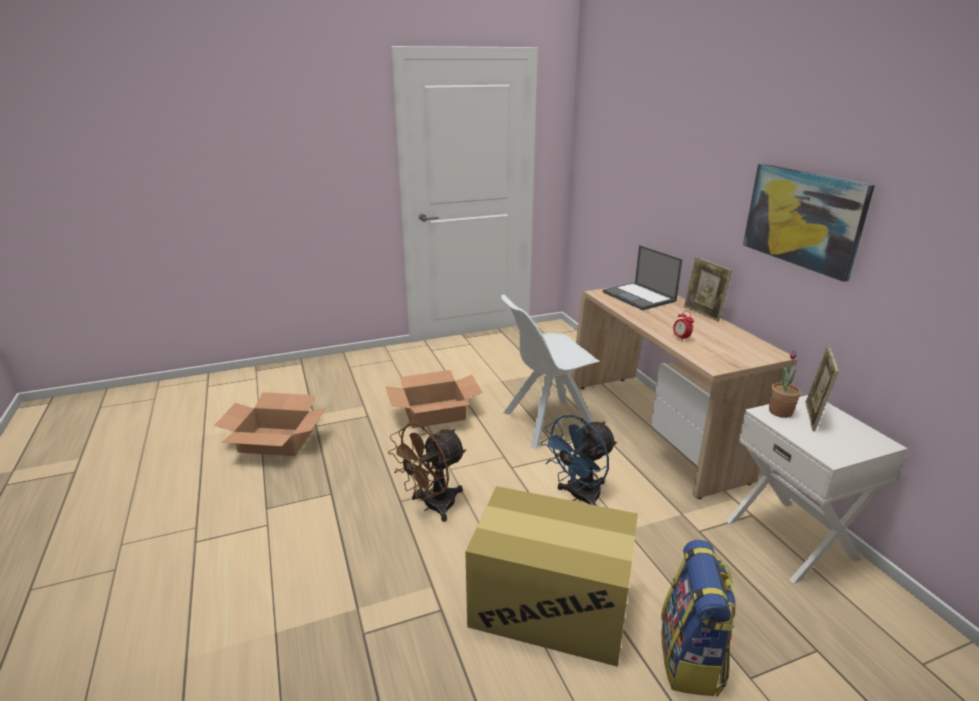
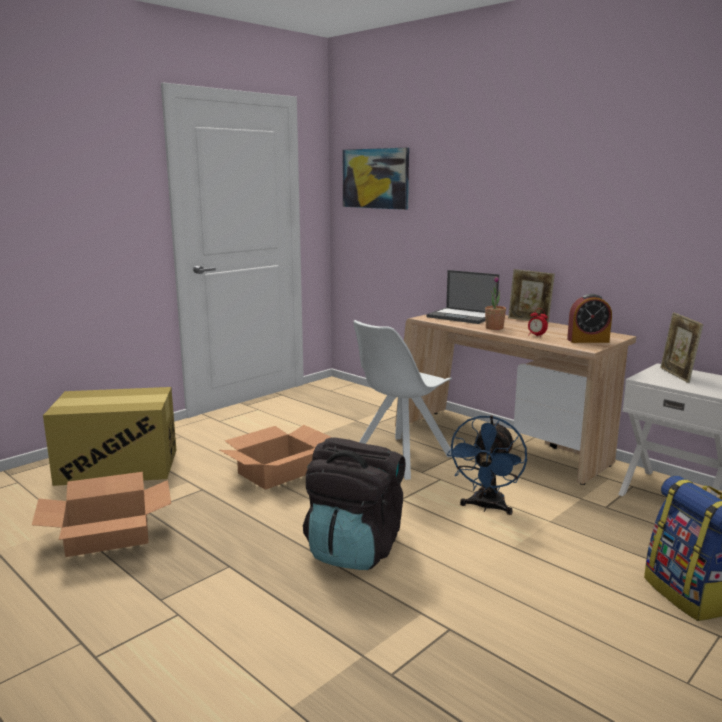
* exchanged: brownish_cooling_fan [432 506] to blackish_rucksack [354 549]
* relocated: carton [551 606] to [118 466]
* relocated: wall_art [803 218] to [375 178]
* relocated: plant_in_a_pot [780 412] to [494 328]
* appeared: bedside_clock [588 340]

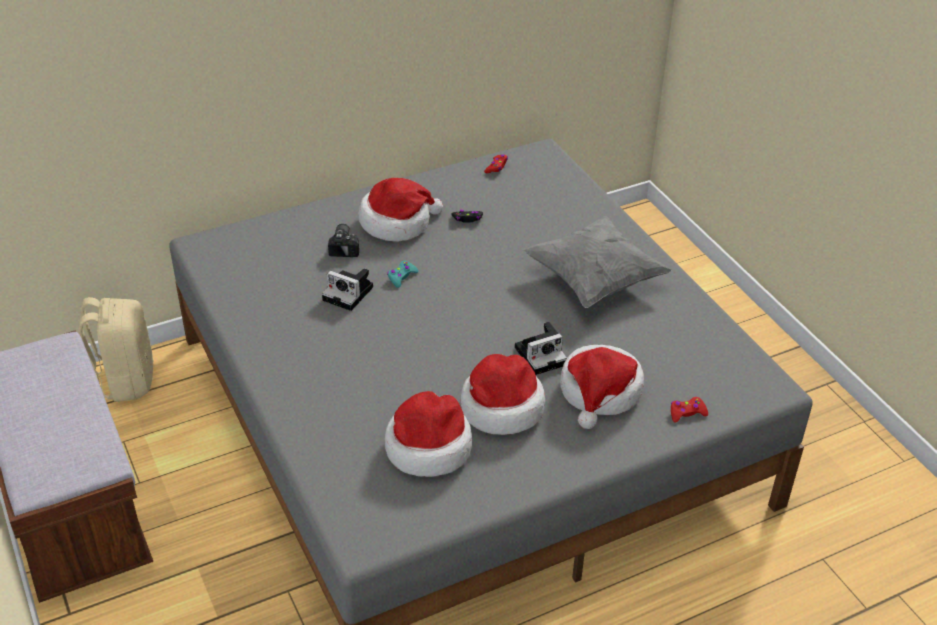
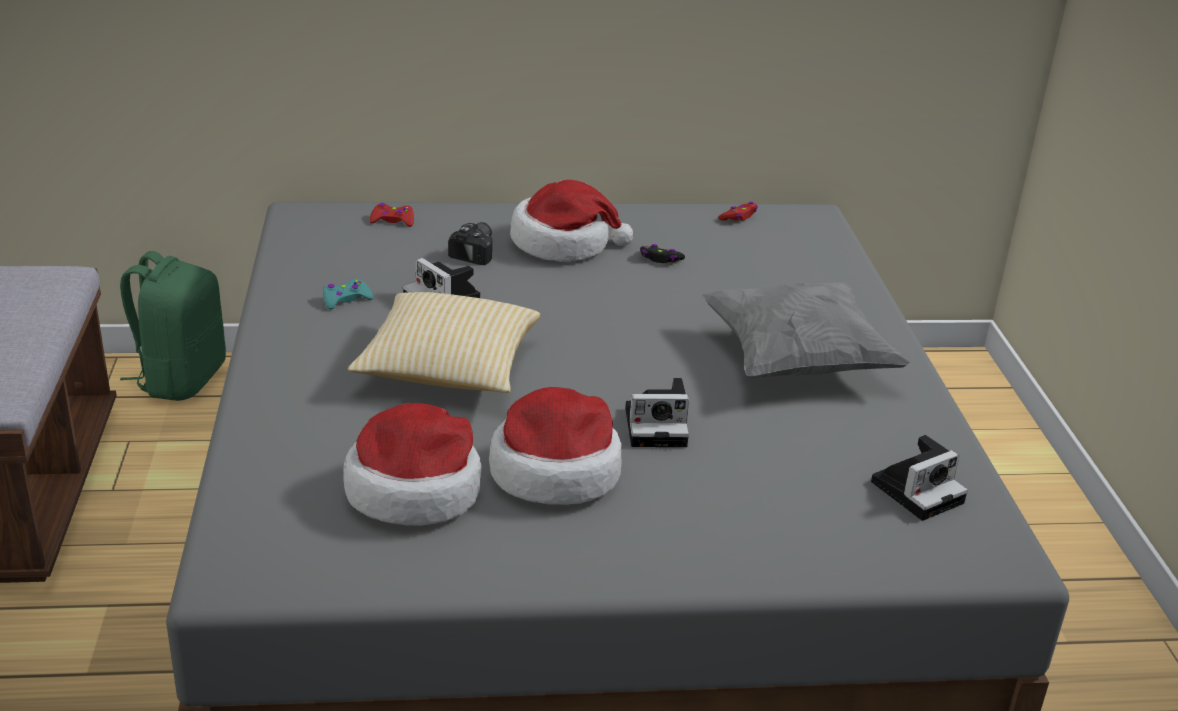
* colour: beige_rucksack [125 380] to greenish_rucksack [180 379]
* relocated: blue-green_joypad [401 277] to [346 300]
* missing: hat [600 392]
* relocated: reddish_joypad [687 413] to [393 221]
* appeared: throw_pillow [448 369]
* appeared: still_camera [918 490]

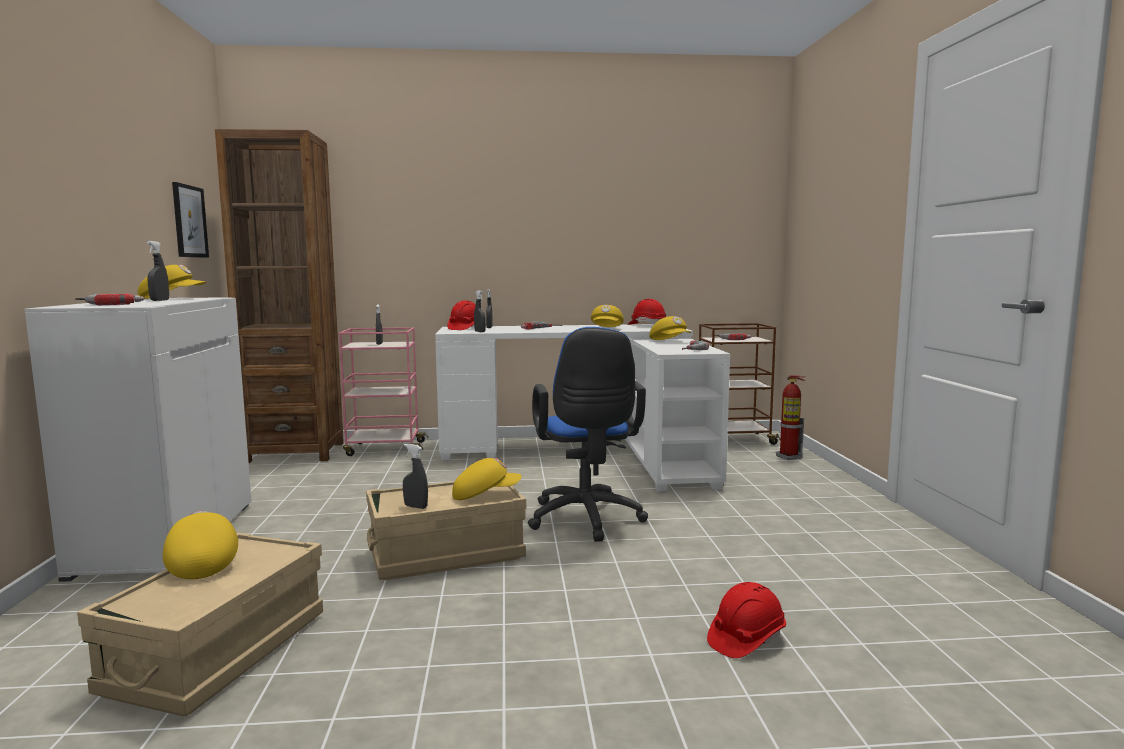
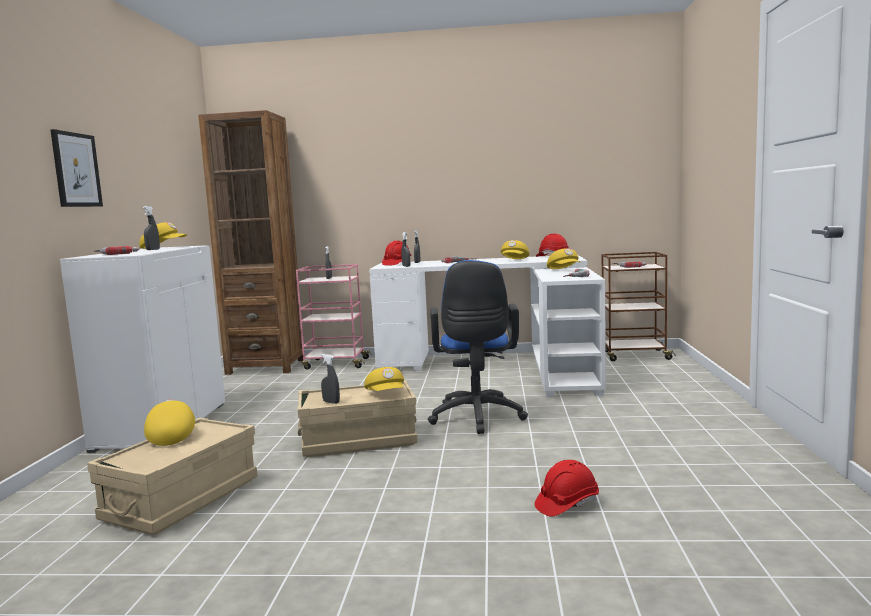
* relocated: wall_art [189 221] to [76 170]
* spun: yellowish_baseball_cap [485 495] = [386 394] 75 degrees clockwise
* missing: fire-fighting_cylinder [789 457]

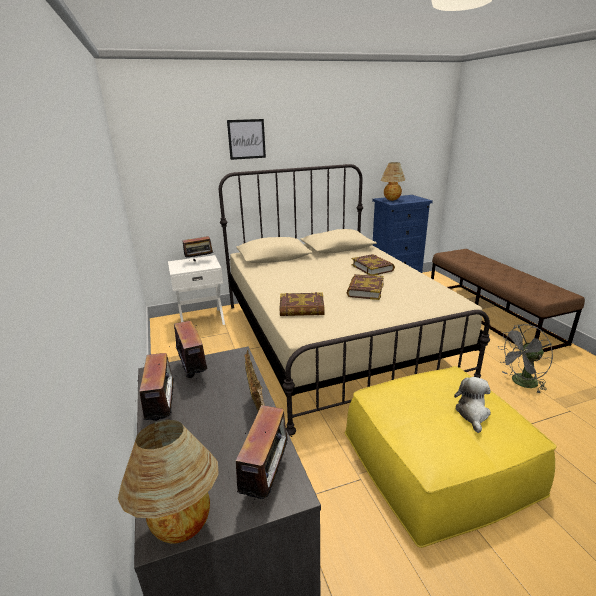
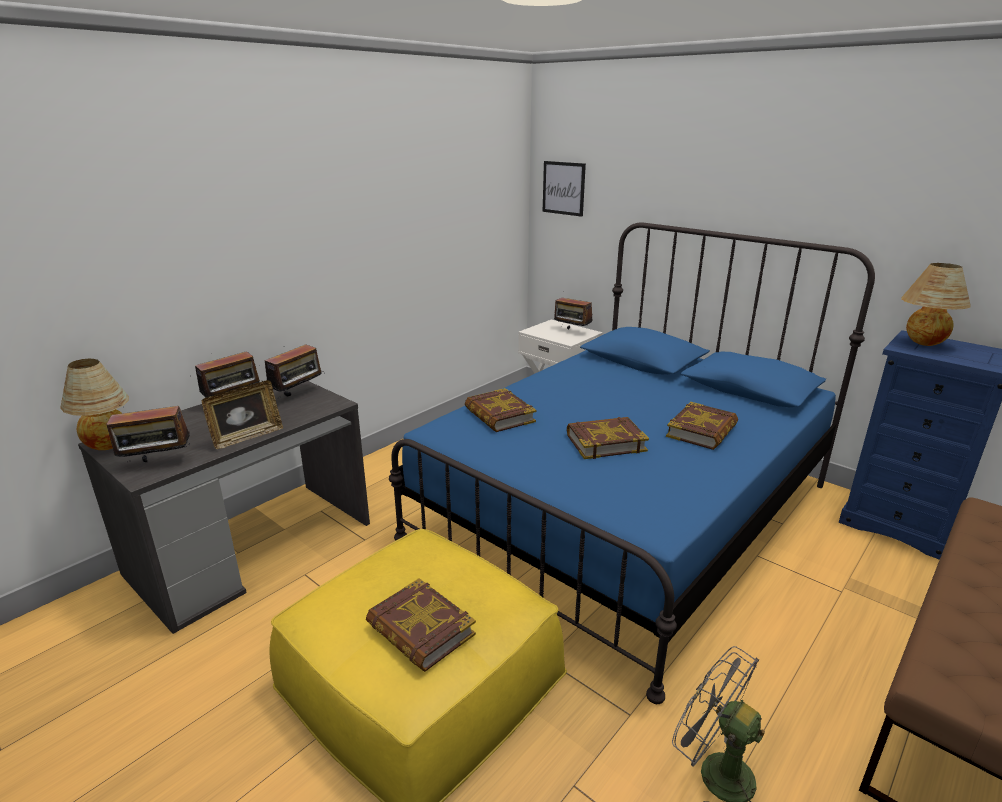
* colour: beige_sleeping_bed [333 338] to bluish_sleeping_bed [624 511]
* relocated: wall_art [246 139] to [563 188]
* exchanged: plush_toy [472 413] to volume [420 630]

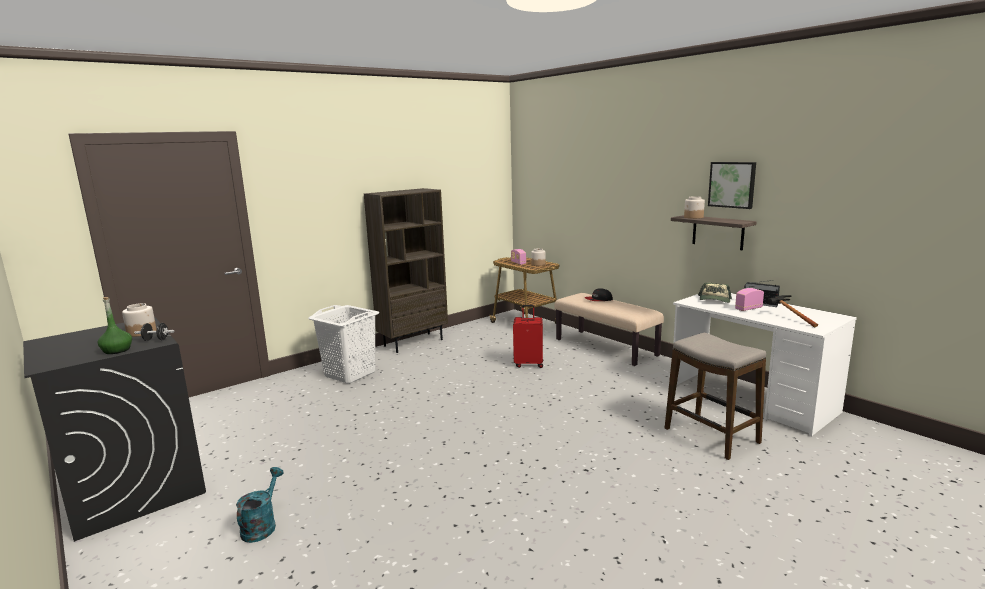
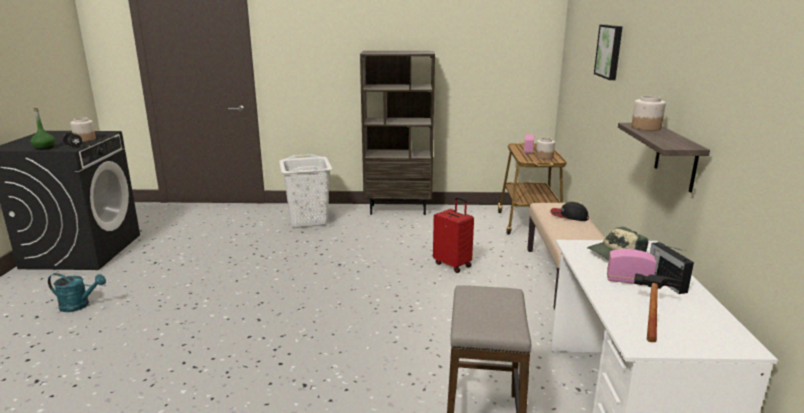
* spun: blue-green_watering_can [262 526] = [79 305] 45 degrees clockwise
* relocated: wall_art [732 184] to [610 51]

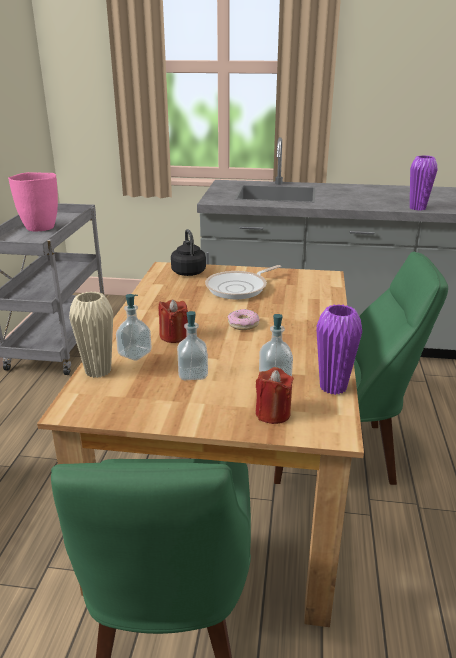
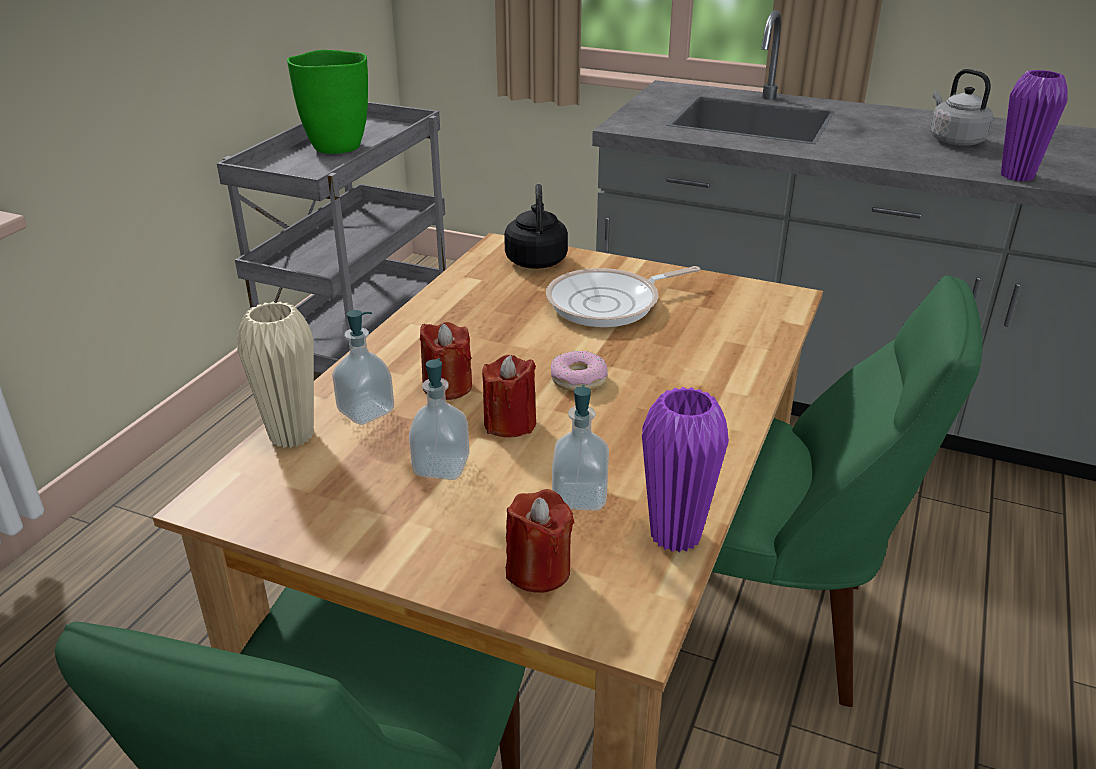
* colour: pink-coloured_flower_vase [40 228] to greenish_flower_vase [337 147]
* appeared: reddish_wax_candle [510 423]
* appeared: gray_kettle [954 140]

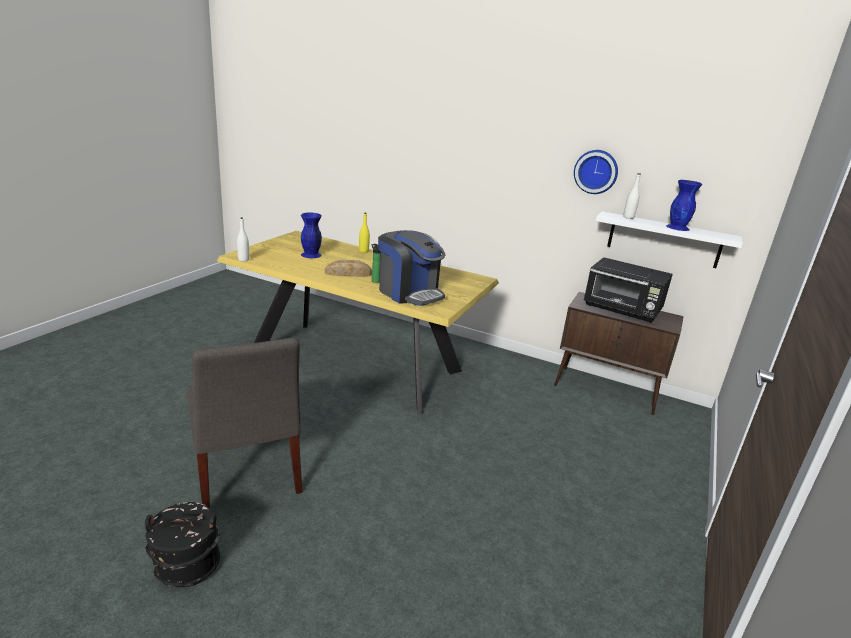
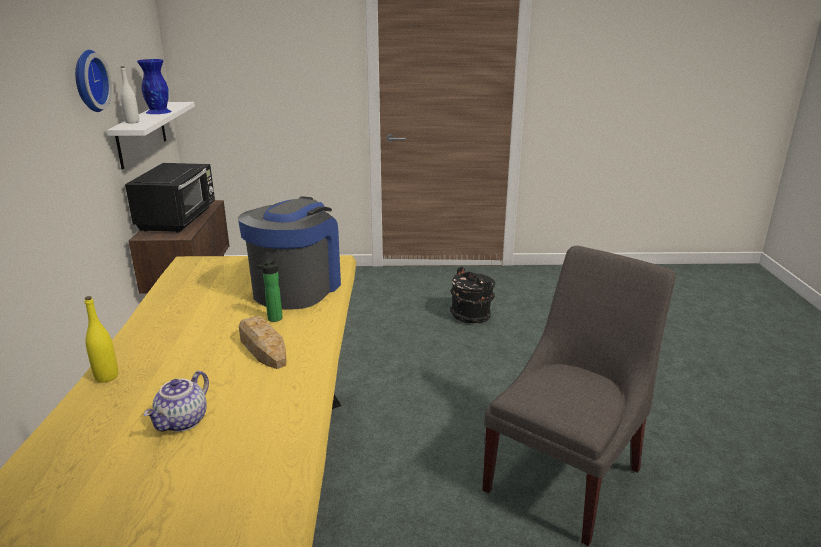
* relocated: blackish_pail [187 567] to [471 315]
* missing: white-coloured_bottle [243 259]
* exchanged: bluish_flower_vase [310 255] to teapot [183 422]

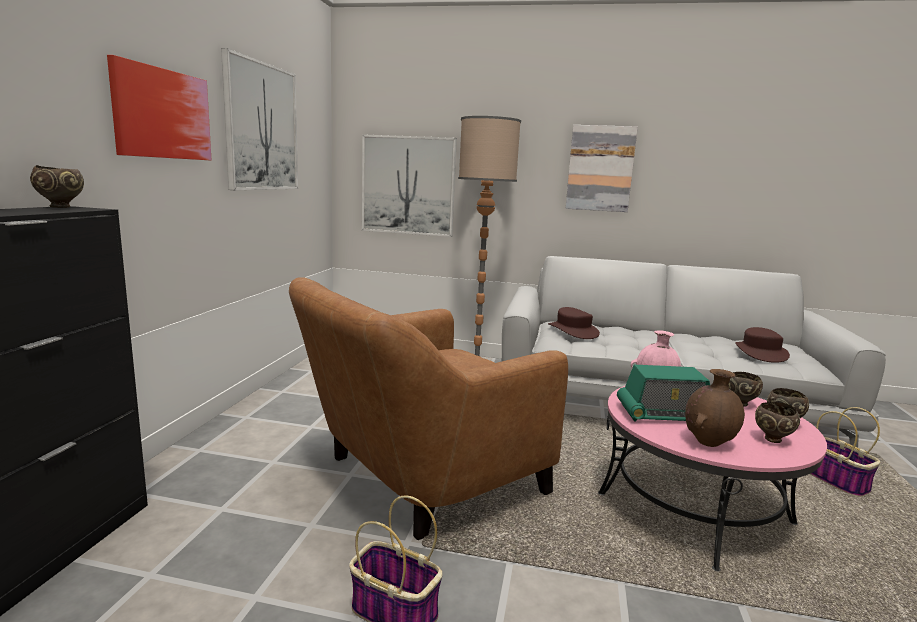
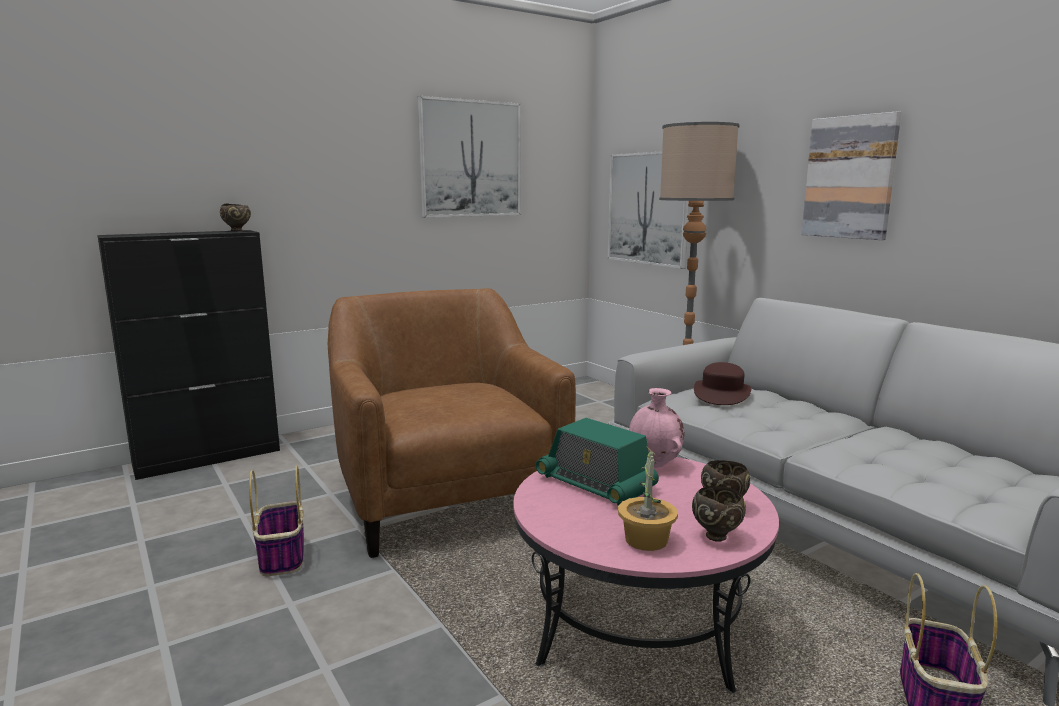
* missing: wall_art [162 114]
* spun: brownish_armchair [418 477] = [446 494] 60 degrees clockwise
* missing: brownish_flower_vase [709 442]
* missing: brownish_hat [760 353]
* exchanged: brownish_bowl [772 440] to plant_in_a_pot [645 540]

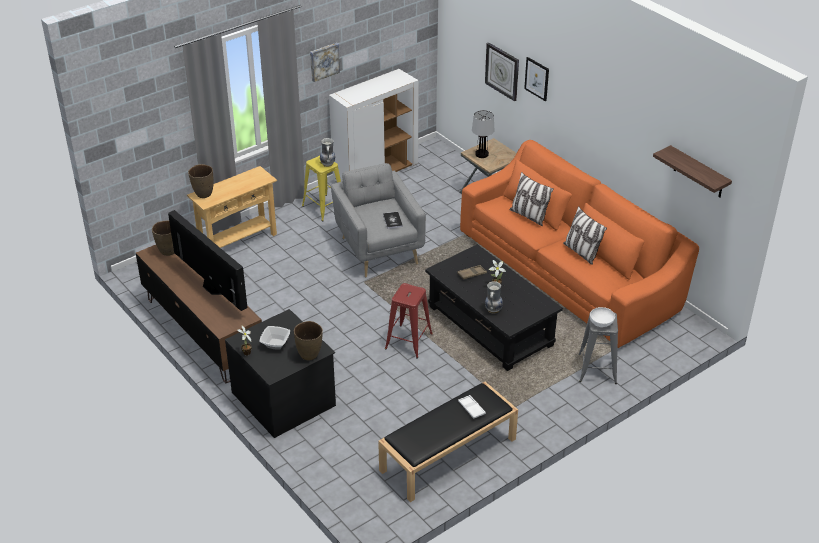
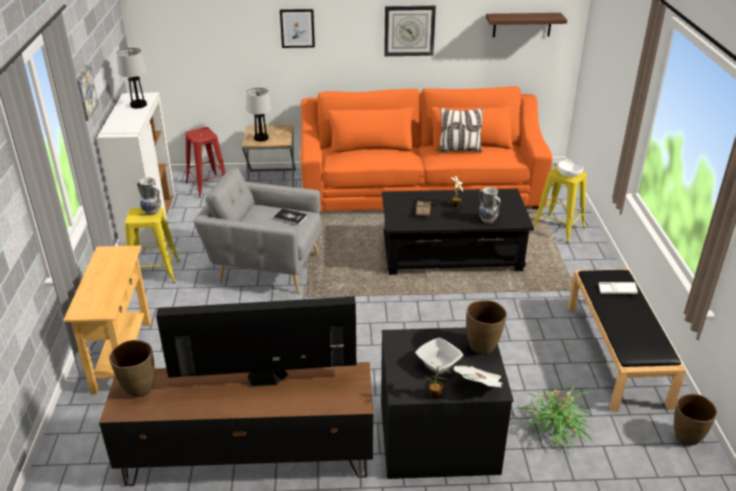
* relocated: brownish_flower_vase [203 194] to [687 438]
* relocated: reddish_sitting_stool [408 341] to [208 185]
* relocated: wall_clock [502 71] to [409 30]
* missing: throw_pillow [529 216]
* colour: gray_sitting_stool [597 369] to yellowish_sitting_stool [558 228]
* appeared: lamp_for_a_table [138 105]
* appeared: daily_paper [479 386]
* appeared: plant_in_a_pot [555 428]

